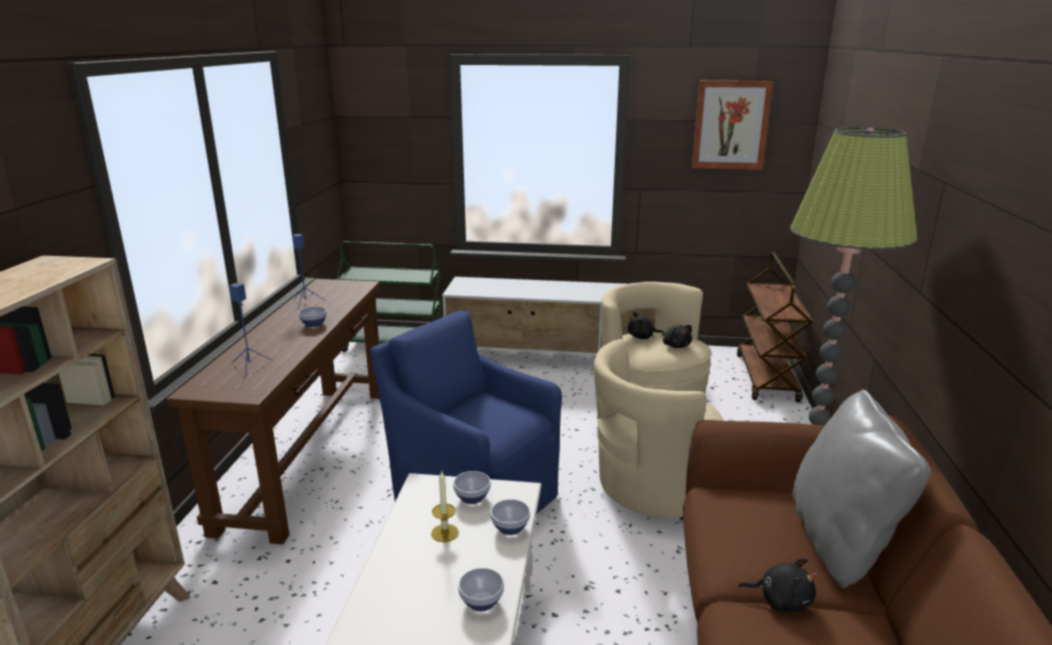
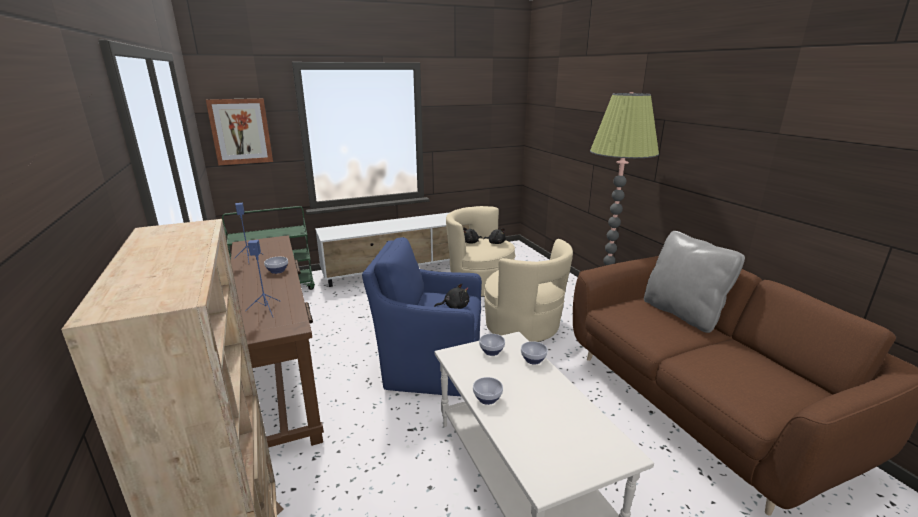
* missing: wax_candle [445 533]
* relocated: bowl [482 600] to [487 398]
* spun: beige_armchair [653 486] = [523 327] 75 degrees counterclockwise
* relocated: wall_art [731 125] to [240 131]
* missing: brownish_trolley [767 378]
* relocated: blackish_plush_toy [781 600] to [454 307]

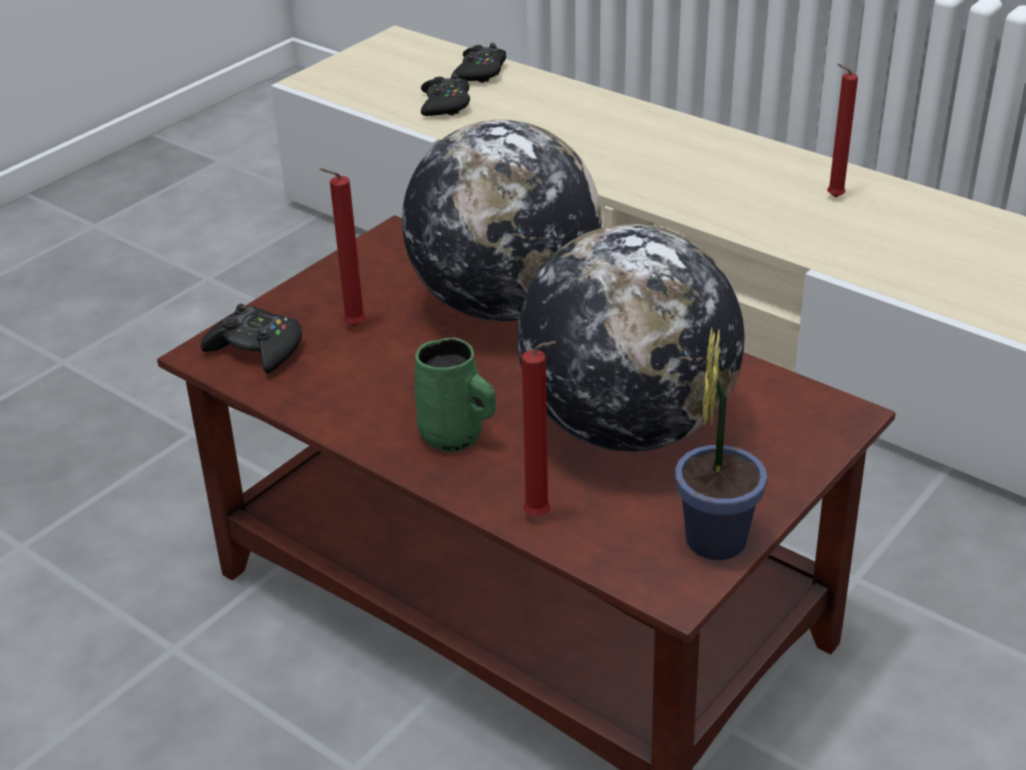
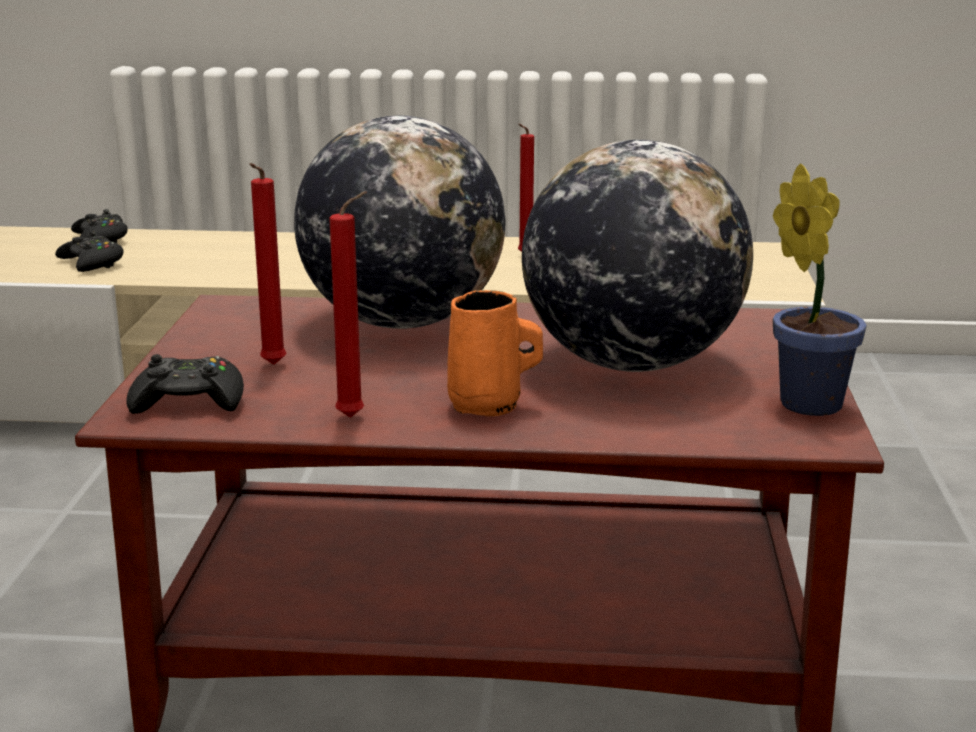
* colour: greenish_mug [454 436] to orange-coloured_mug [489 406]
* relocated: reddish_wax_candle [541 517] to [355 417]

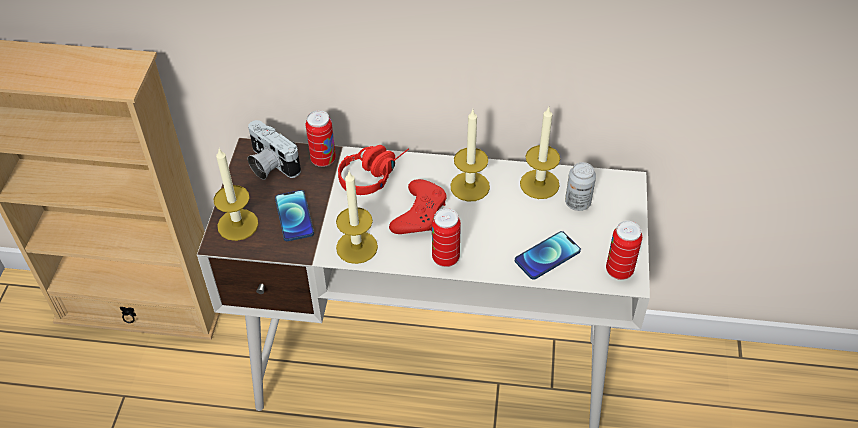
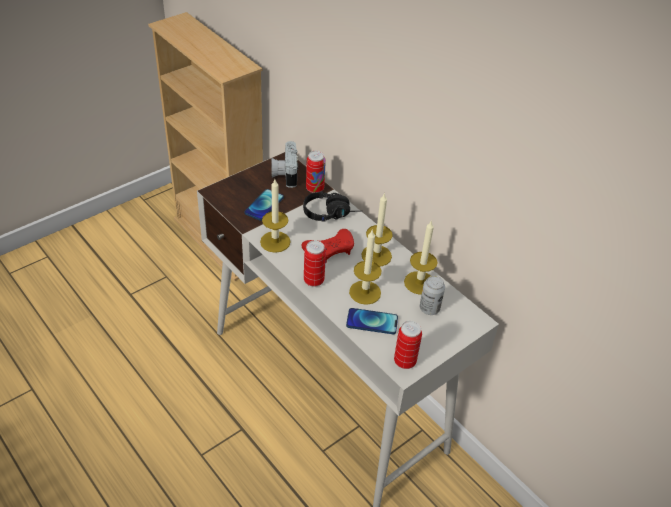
* relocated: wax_candle [238 224] to [365 292]
* colour: reddish_pair_of_headphones [374 174] to blackish_pair_of_headphones [332 213]

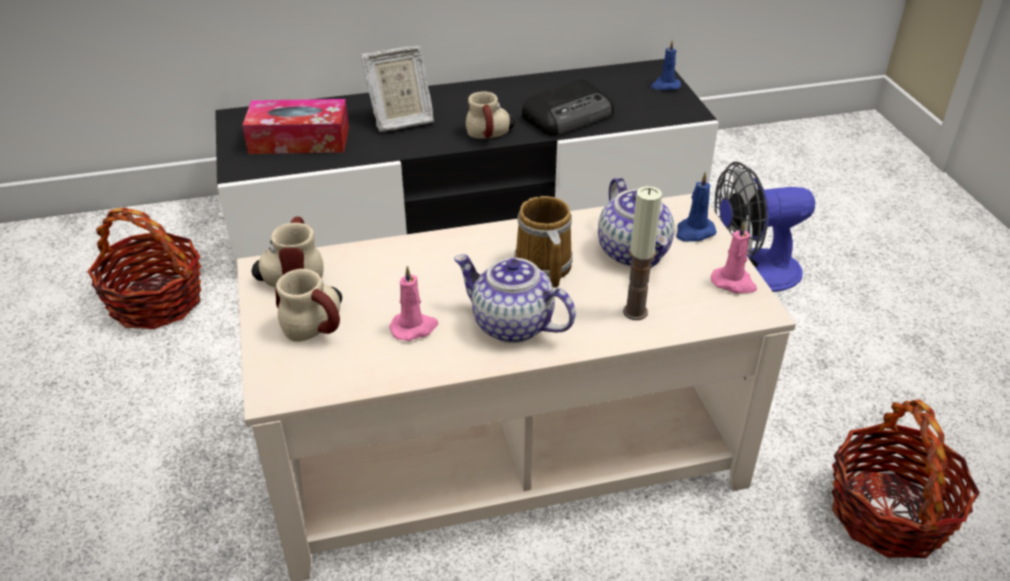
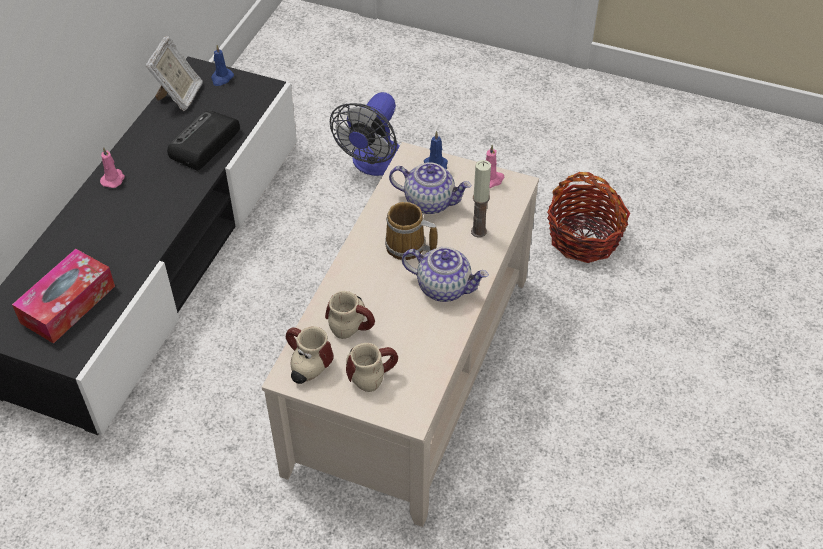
* missing: basket [156 301]
* relocated: picture_frame [400 120] to [179 96]
* relocated: pink-coloured_wax_candle [414 328] to [113 179]
* spun: teapot [511 325] = [444 287] 135 degrees counterclockwise
* relocated: mug [492 135] to [354 323]
* spun: radio_receiver [569 115] = [203 145] 150 degrees counterclockwise

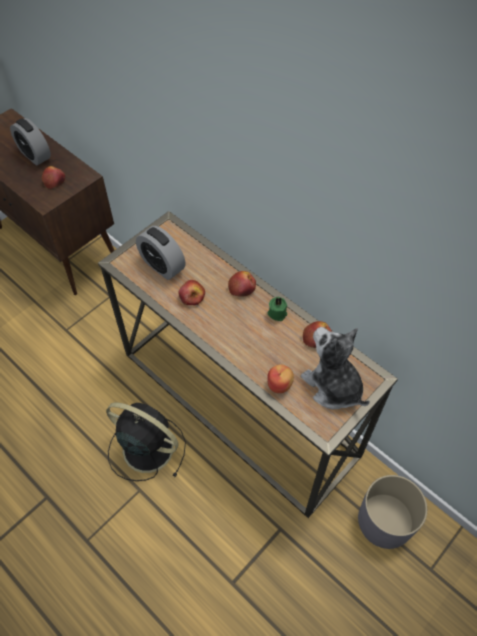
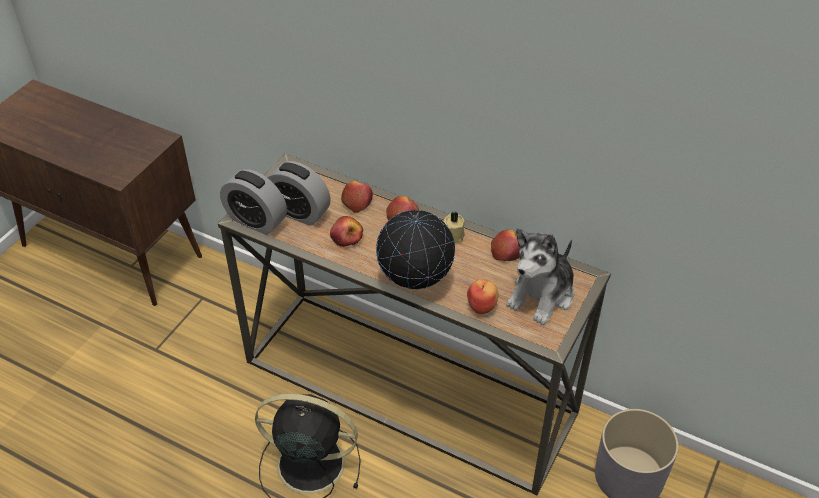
* relocated: bedside_clock [35 155] to [256 220]
* relocated: apple [54 180] to [356 201]
* colour: greenish_wax_candle [277 312] to beige_wax_candle [453 234]
* spun: plush_toy [332 386] = [542 295] 90 degrees counterclockwise
* appeared: desk_globe [414 283]

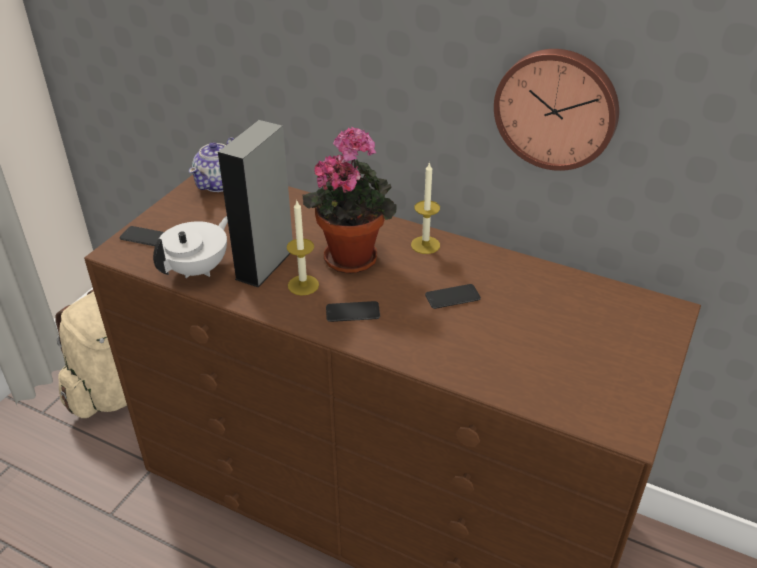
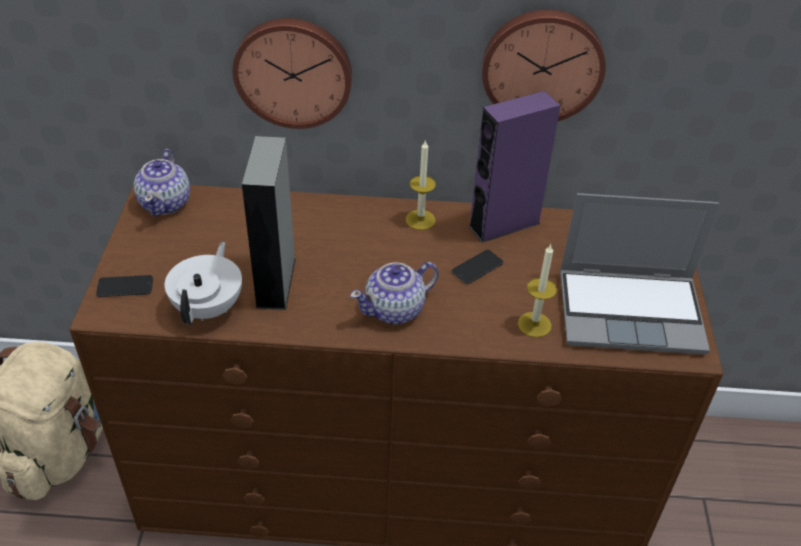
* relocated: wax_candle [303 285] to [534 324]
* missing: plant_in_a_pot [353 255]
* exchanged: telephone [352 312] to teapot [395 310]
* appeared: wall_clock [293 71]
* appeared: purplish_audio_speaker [504 225]
* appeared: laptop [631 311]

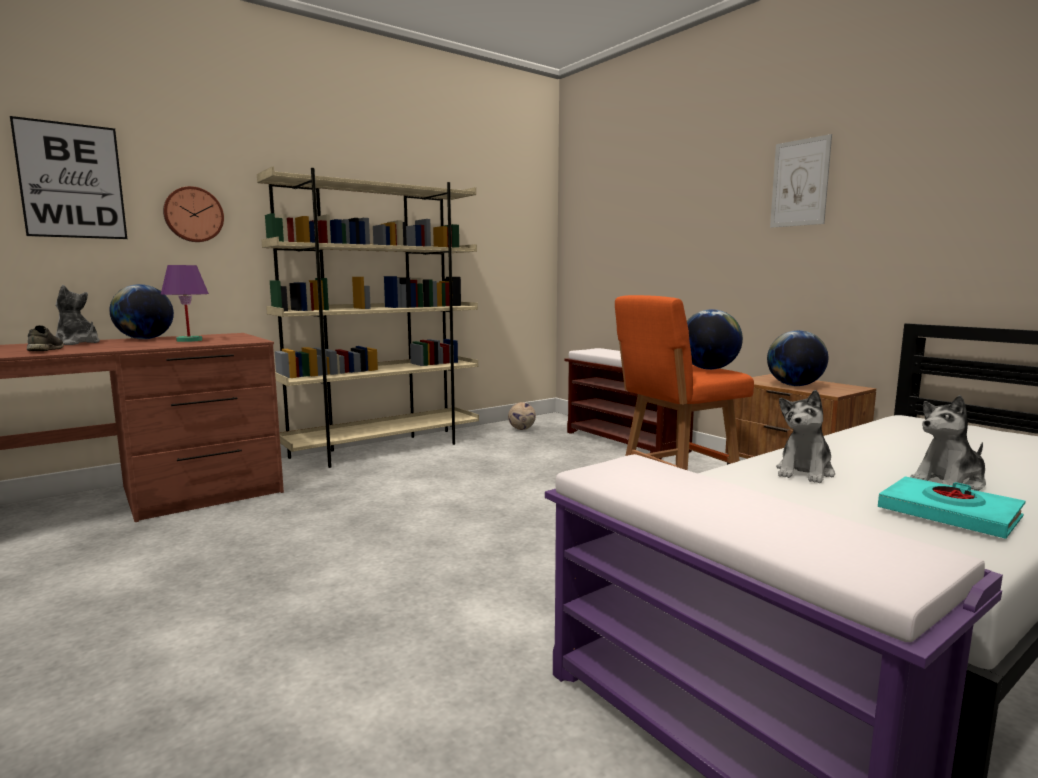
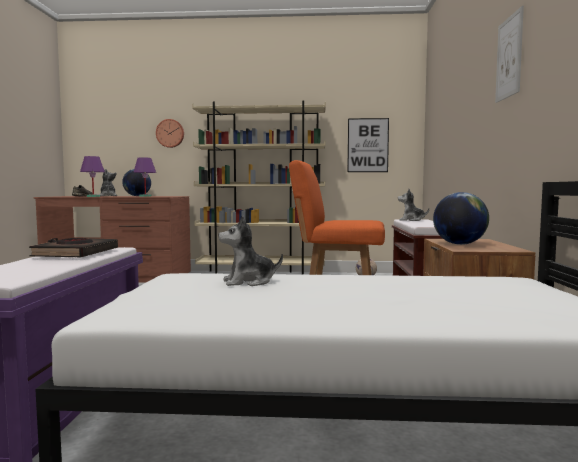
* relocated: wall_art [71 181] to [368 145]
* missing: desk_globe [709 369]
* missing: blue-green_volume [949 514]
* relocated: plush_toy [949 482] to [411 220]
* appeared: blackish_volume [76 253]
* appeared: purplish_lamp_for_a_table [93 196]

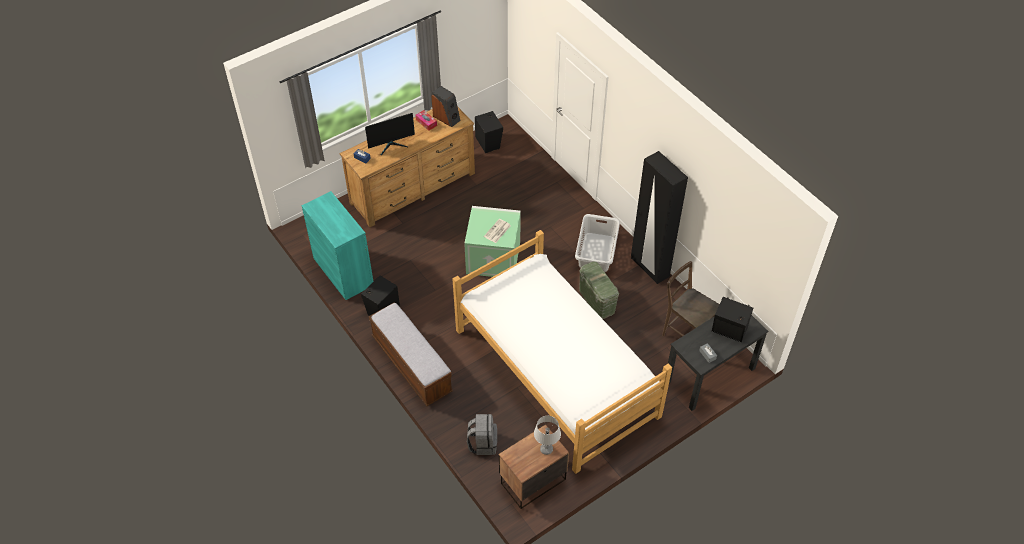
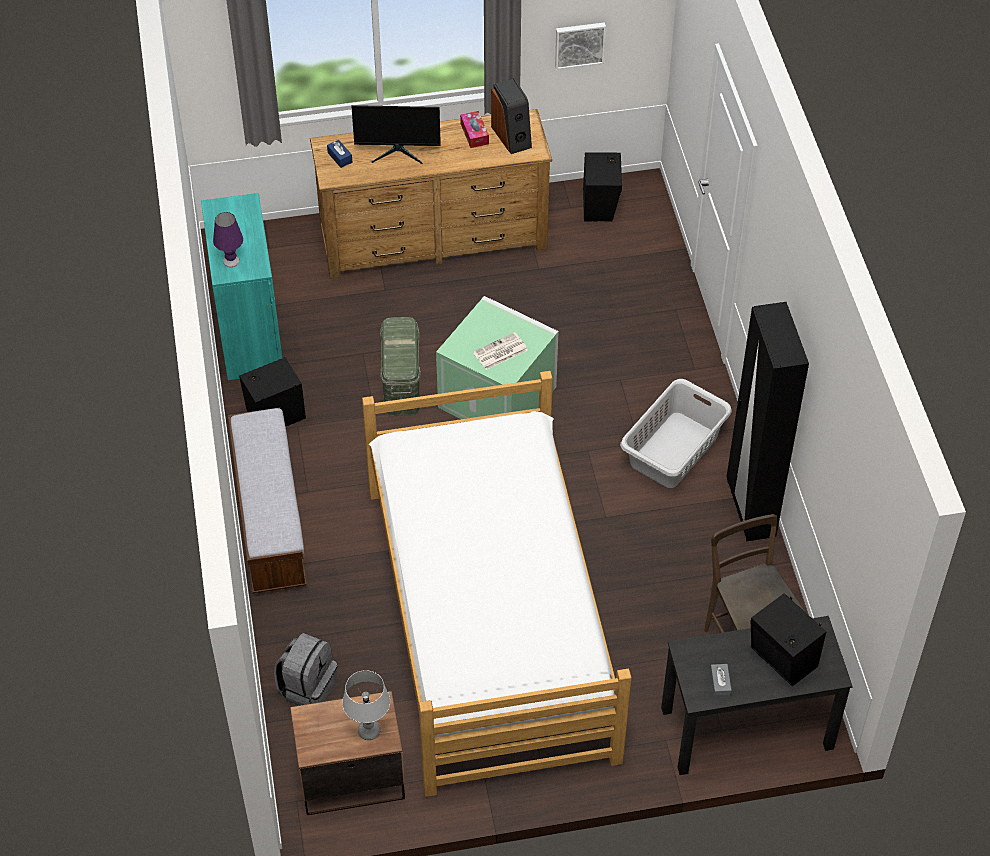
* relocated: greenish_storage_container [596 301] to [401 386]
* appeared: purplish_lamp_for_a_table [231 261]
* appeared: wall_art [579 44]

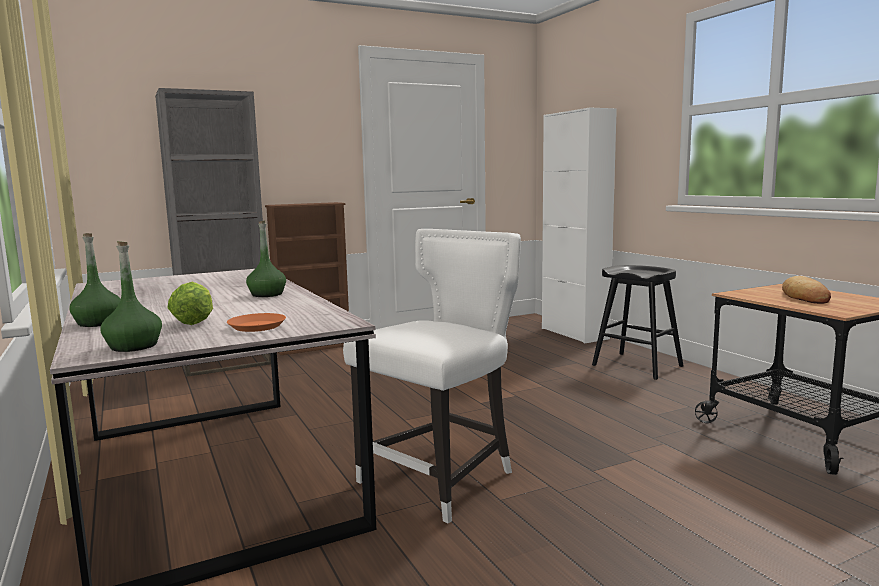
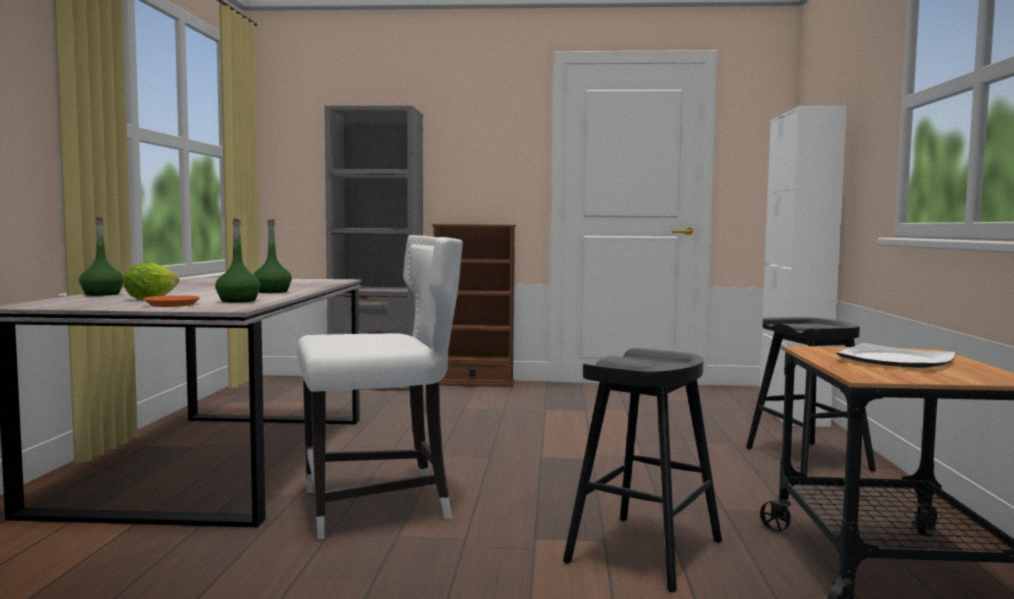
* relocated: greenish_bottle [134 346] to [238 301]
* exchanged: bakery_bread [804 296] to dinner_plate [896 361]
* appeared: blackish_sitting_stool [645 551]

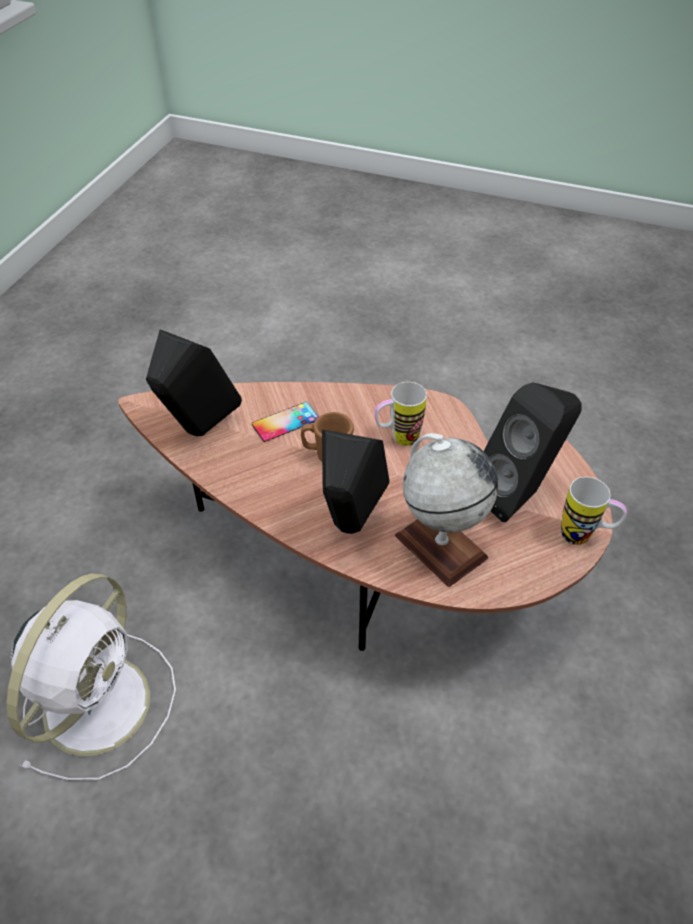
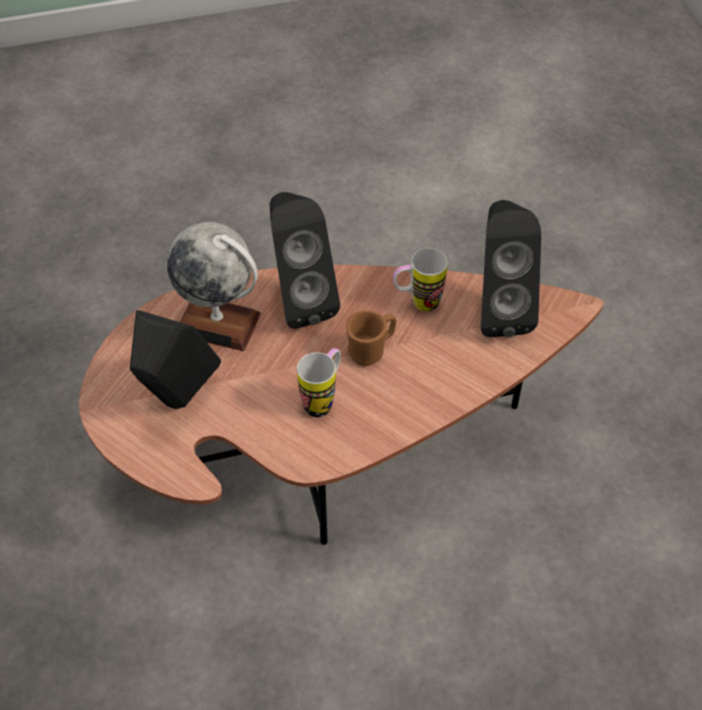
* missing: white-coloured_cooling_fan [100 700]
* missing: telephone [285 422]
* relocated: mug [584 537] to [417 303]

